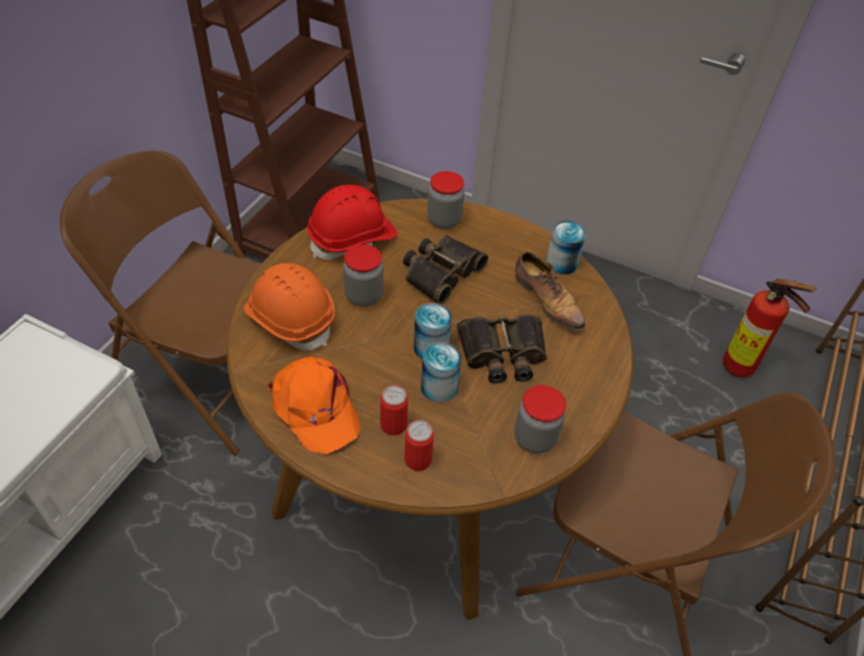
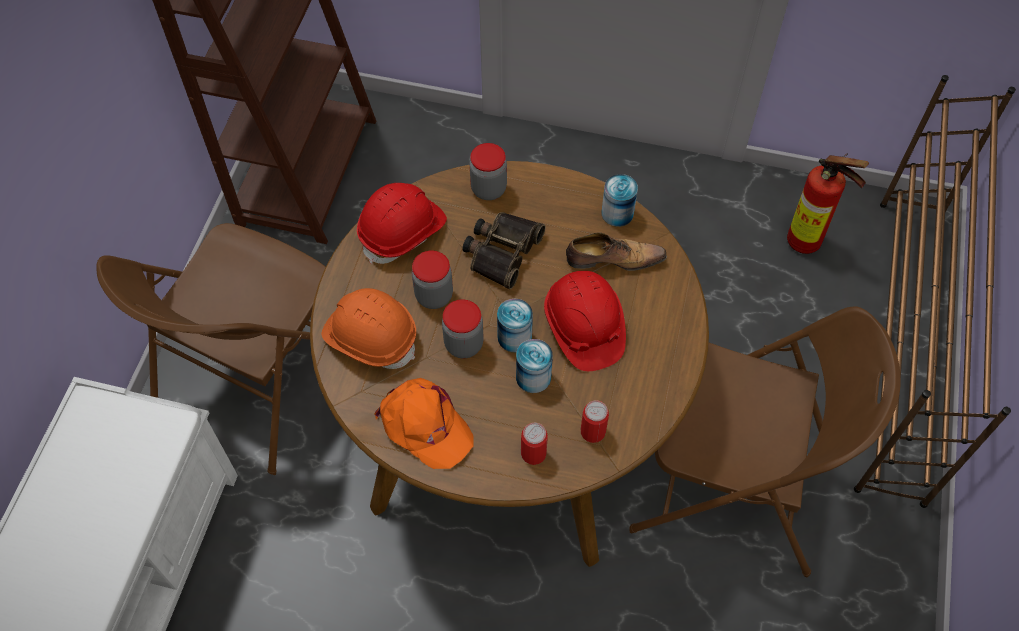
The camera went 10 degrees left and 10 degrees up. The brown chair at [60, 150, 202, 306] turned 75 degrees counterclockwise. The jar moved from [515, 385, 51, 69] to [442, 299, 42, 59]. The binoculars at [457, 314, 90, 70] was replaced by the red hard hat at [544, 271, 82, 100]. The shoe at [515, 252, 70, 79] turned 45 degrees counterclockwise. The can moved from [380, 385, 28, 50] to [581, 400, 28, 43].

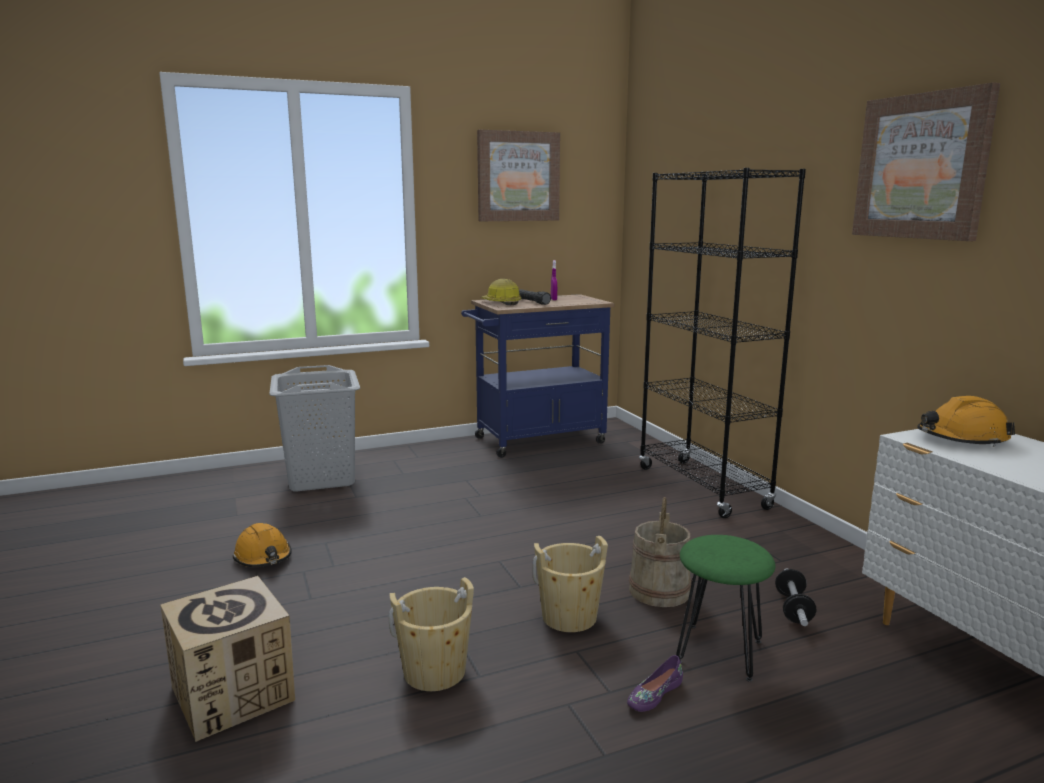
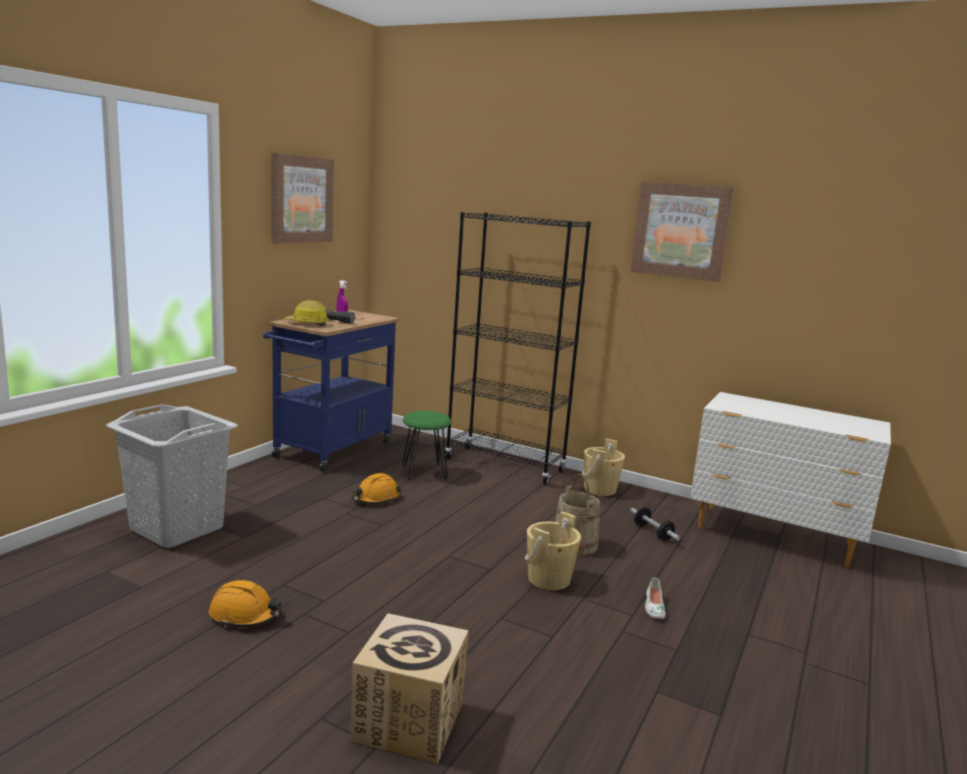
The camera went 40 degrees left and 0 degrees up. The orange hard hat moved from [917, 396, 98, 51] to [352, 473, 49, 31]. The green stool moved from [676, 535, 99, 147] to [402, 411, 49, 70]. The beige bucket moved from [388, 577, 86, 114] to [582, 439, 43, 57]. The purple shoe at [627, 655, 56, 57] became the white shoe at [645, 578, 21, 41].

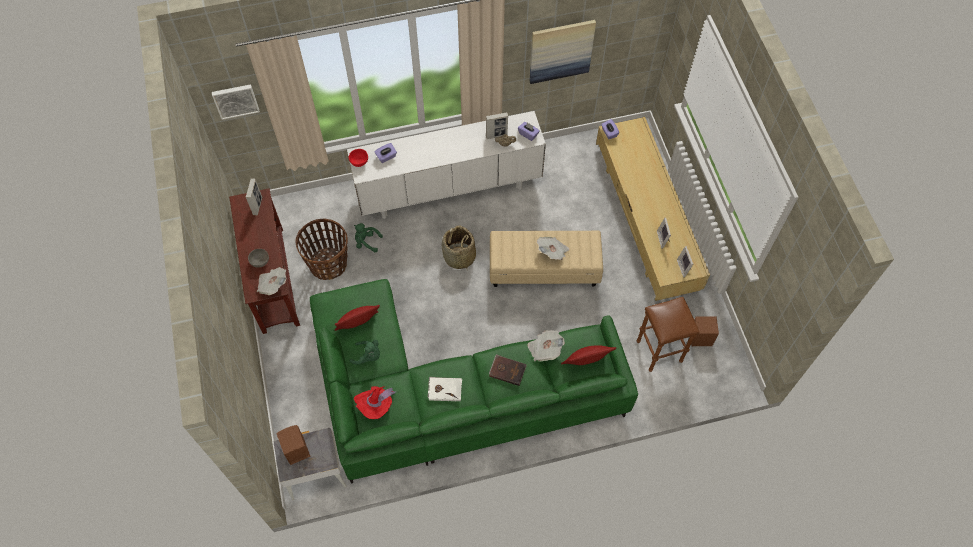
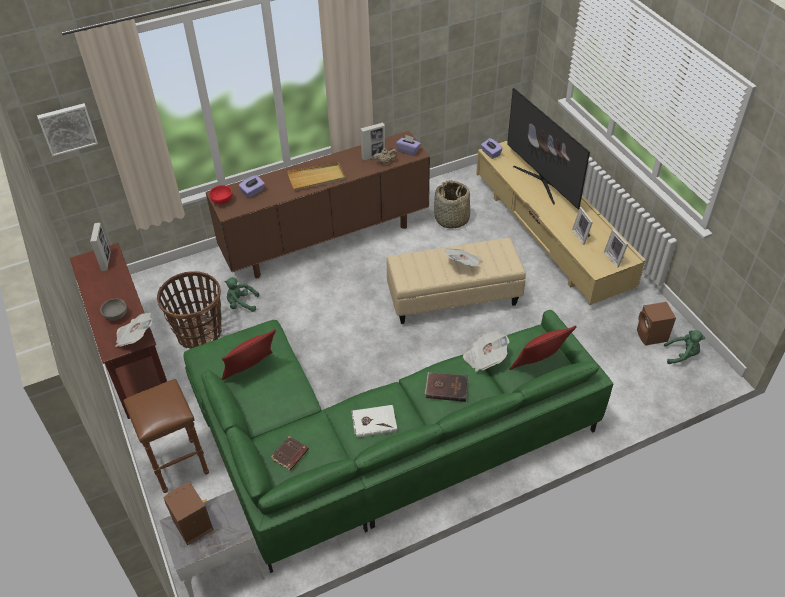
The camera went 10 degrees left and 15 degrees down. The brown stool moved from [637, 297, 63, 75] to [123, 379, 86, 114]. The white cabinet at [347, 111, 199, 108] became the brown cabinet at [206, 131, 224, 147]. The red hat at [354, 386, 42, 33] was replaced by the brown book at [271, 436, 38, 35]. The beige tray at [287, 162, 58, 28] appeared. The basket moved from [442, 226, 34, 45] to [434, 180, 36, 48]. The television at [507, 88, 83, 122] appeared. The green plush toy moved from [350, 340, 30, 25] to [664, 330, 41, 34]. The picture at [529, 20, 67, 64] disappeared.

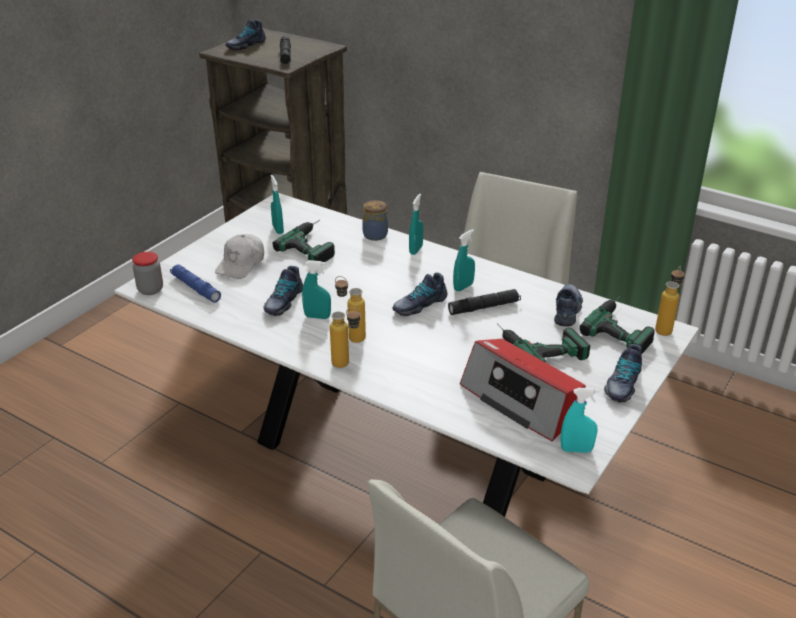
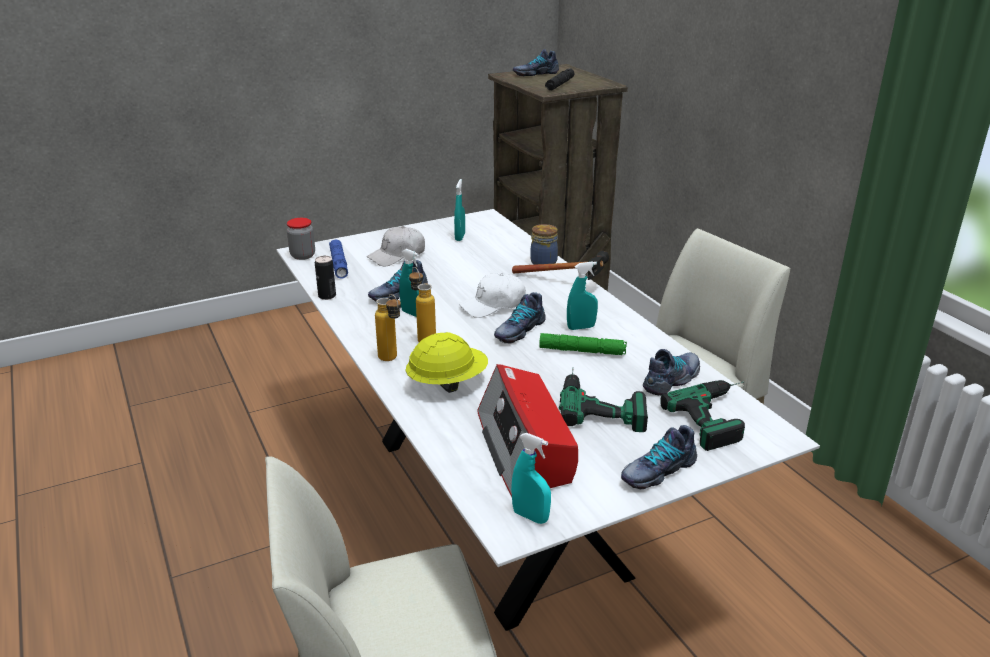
The camera went 30 degrees right and 5 degrees down. The can at [315, 256, 21, 44] appeared. The yellow hard hat at [405, 332, 83, 61] appeared. The white cap at [459, 273, 67, 45] appeared. The shoe at [392, 273, 56, 43] turned 45 degrees counterclockwise. The turquoise spray bottle at [409, 194, 14, 61] was replaced by the hammer at [512, 251, 97, 29]. The black flashlight at [448, 289, 73, 26] became the green flashlight at [539, 333, 88, 22]. The power drill at [273, 220, 62, 42] disappeared. The bottle at [655, 266, 30, 70] disappeared.

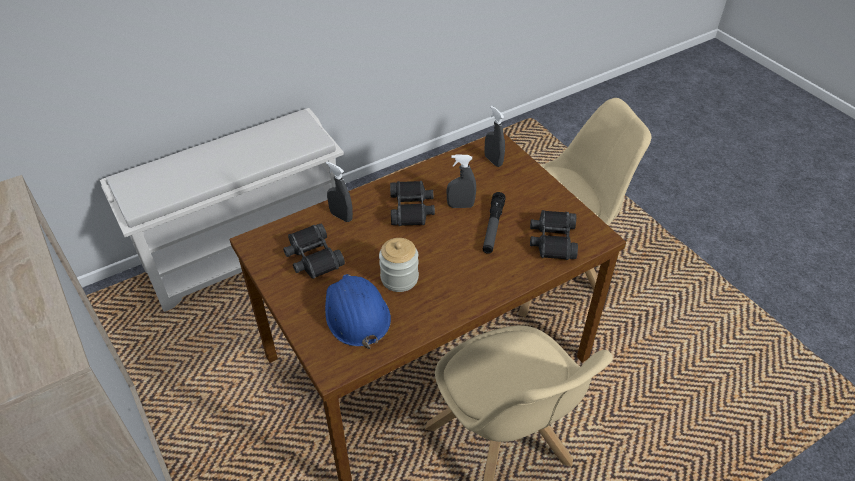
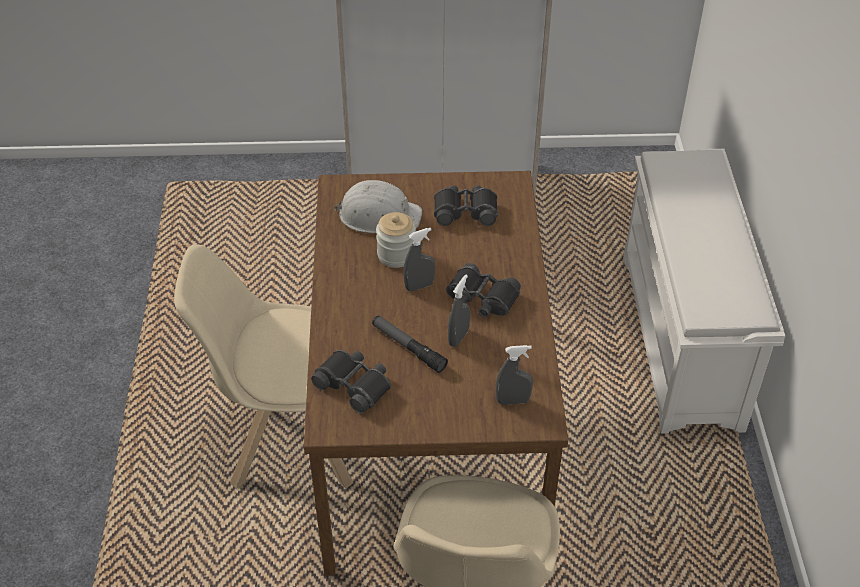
The camera went 120 degrees right and 0 degrees up. The blue hard hat at [325, 274, 66, 75] became the white hard hat at [334, 180, 88, 53]. The grey spray bottle moved from [326, 161, 27, 61] to [403, 228, 32, 63].

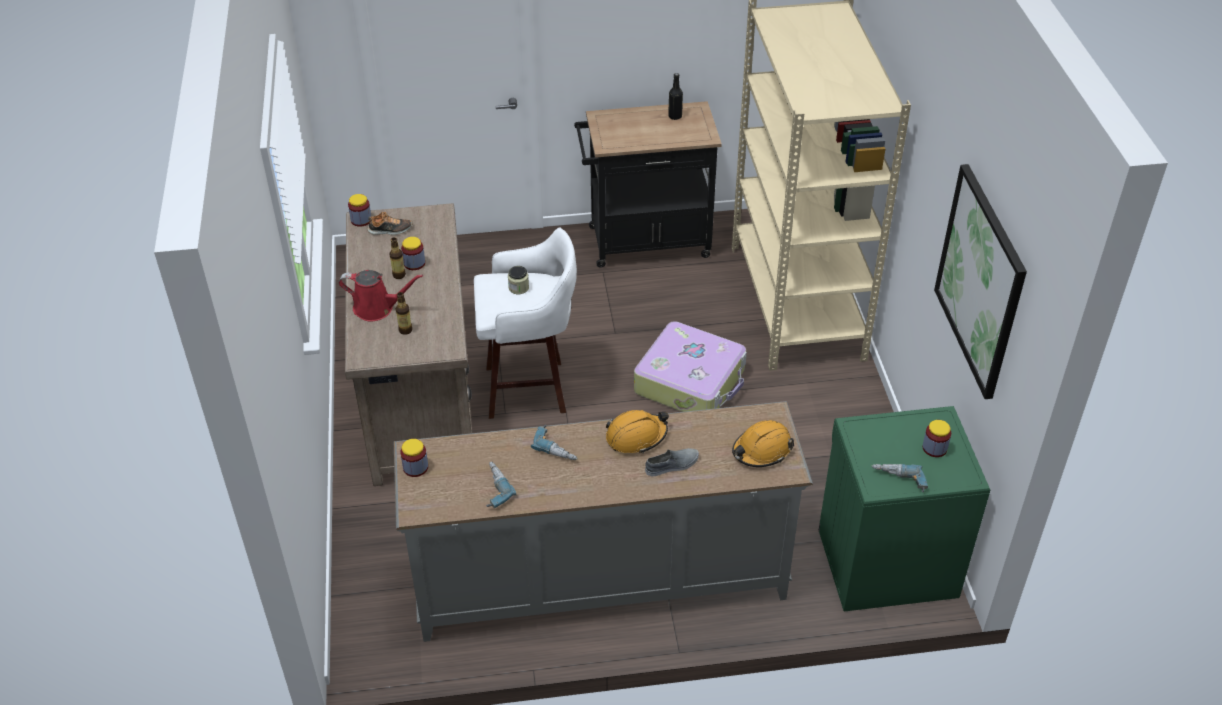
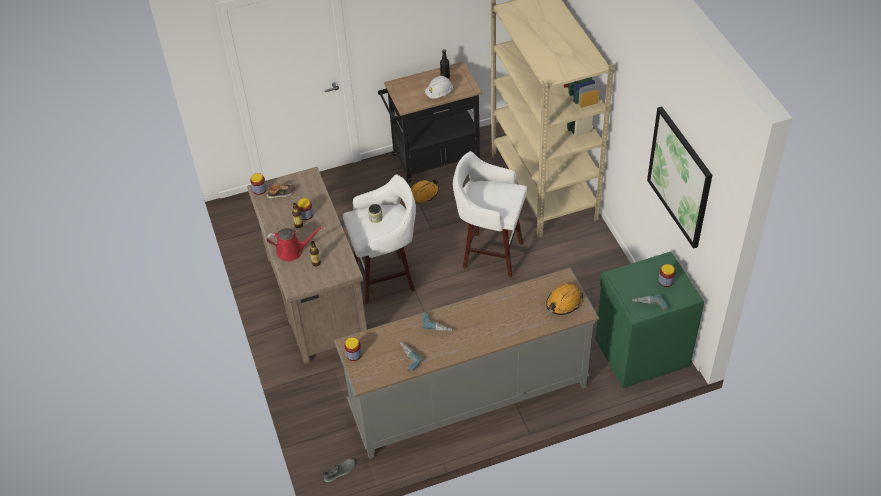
The camera went 10 degrees left and 5 degrees up. The grey shoe moved from [645, 448, 54, 28] to [323, 459, 32, 23]. The orange hard hat moved from [606, 410, 63, 43] to [410, 179, 29, 24]. The white hard hat at [425, 76, 28, 23] appeared. The suitcase at [634, 321, 113, 91] was replaced by the white stool at [453, 151, 74, 127].

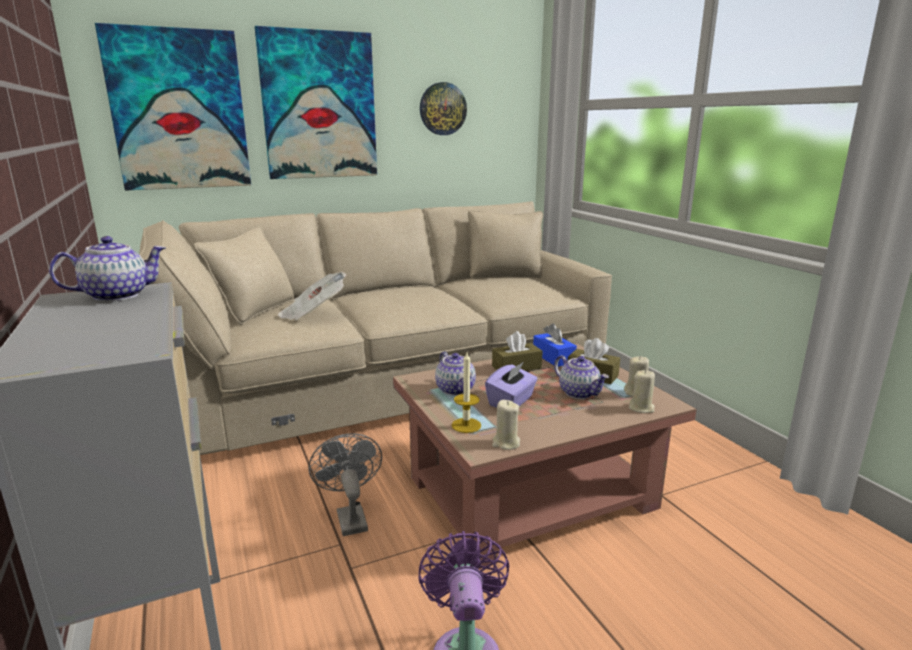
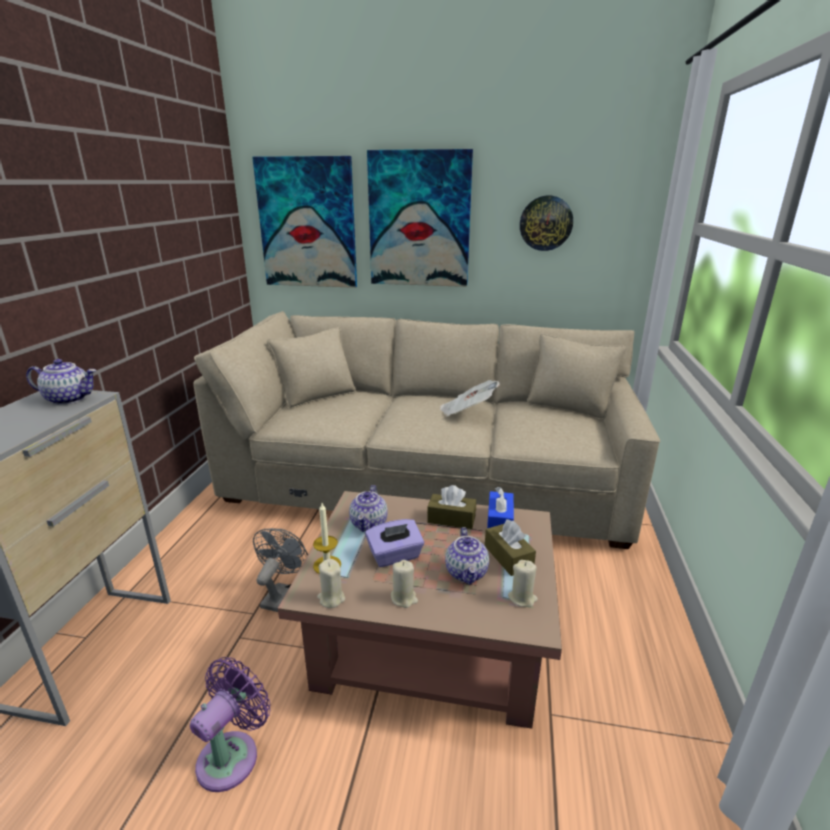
The camera went 35 degrees right and 5 degrees up. The beige candle moved from [629, 370, 26, 43] to [391, 560, 27, 48]. The newspaper moved from [278, 272, 69, 48] to [440, 380, 60, 37].

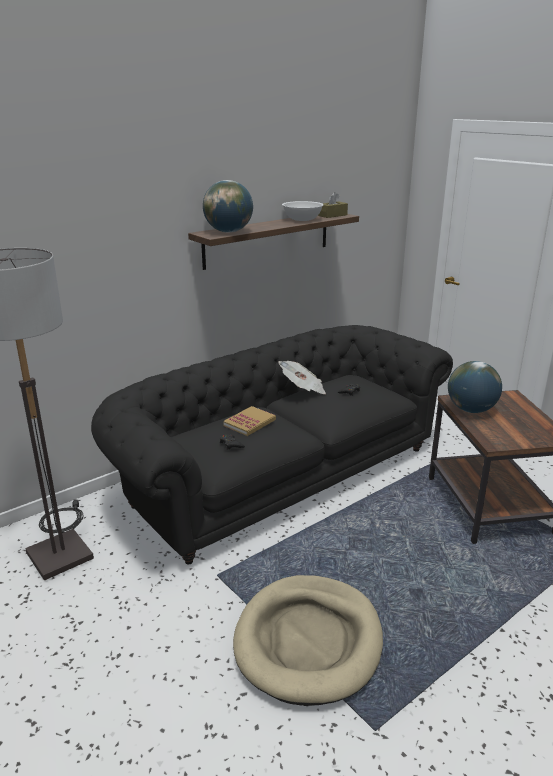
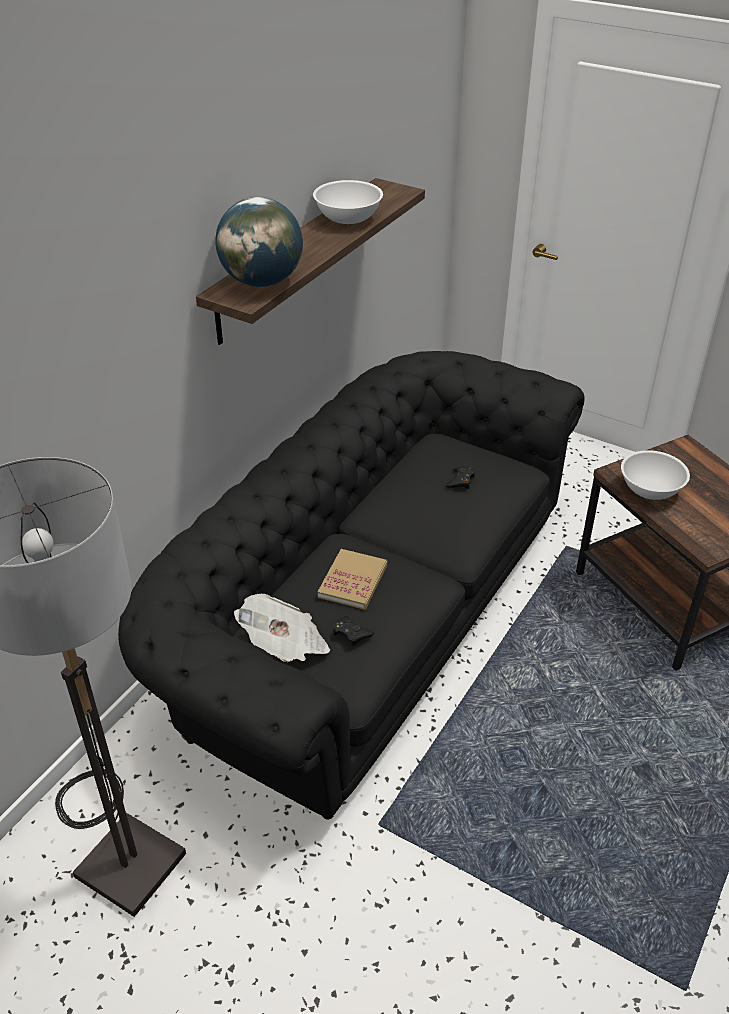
The camera went 20 degrees left and 15 degrees up. The newspaper moved from [278, 361, 48, 33] to [234, 593, 96, 69]. The globe at [448, 361, 54, 52] was replaced by the white bowl at [621, 450, 69, 50]. The beige dog bed at [233, 575, 150, 131] disappeared. The brown tissue box at [318, 192, 30, 26] disappeared.

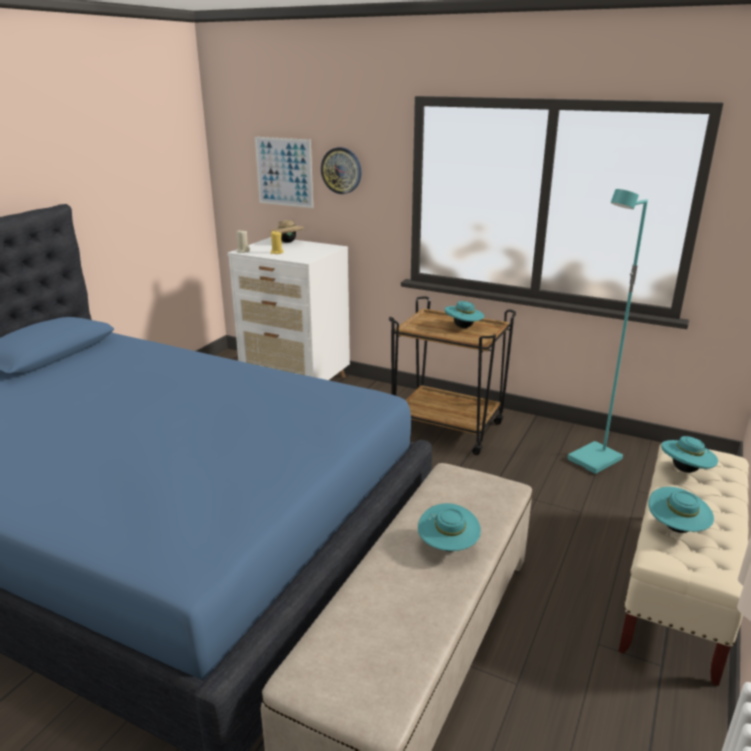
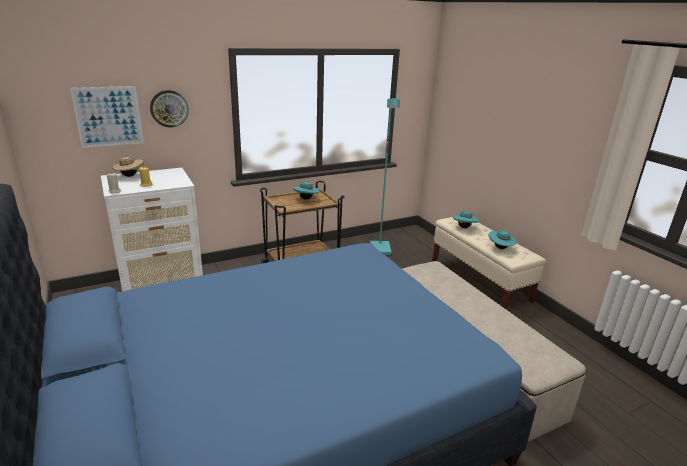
The camera went 55 degrees left and 0 degrees up. The turquoise hat at [418, 503, 63, 49] disappeared.

